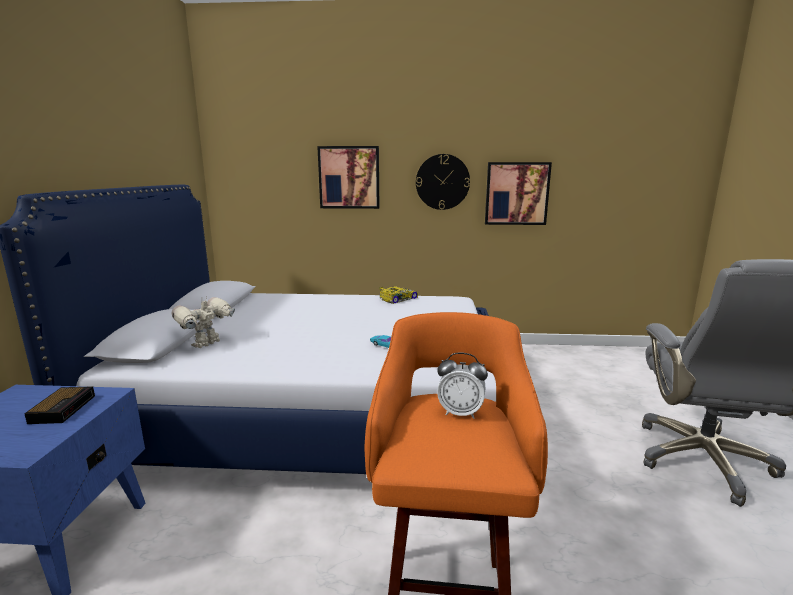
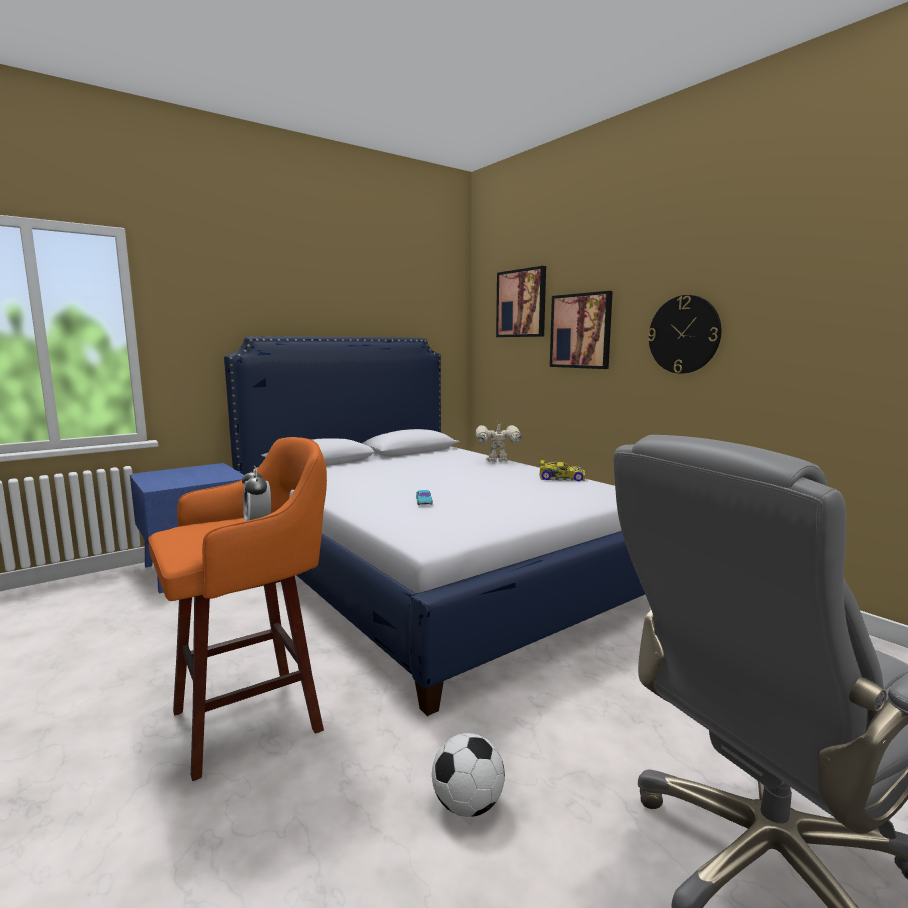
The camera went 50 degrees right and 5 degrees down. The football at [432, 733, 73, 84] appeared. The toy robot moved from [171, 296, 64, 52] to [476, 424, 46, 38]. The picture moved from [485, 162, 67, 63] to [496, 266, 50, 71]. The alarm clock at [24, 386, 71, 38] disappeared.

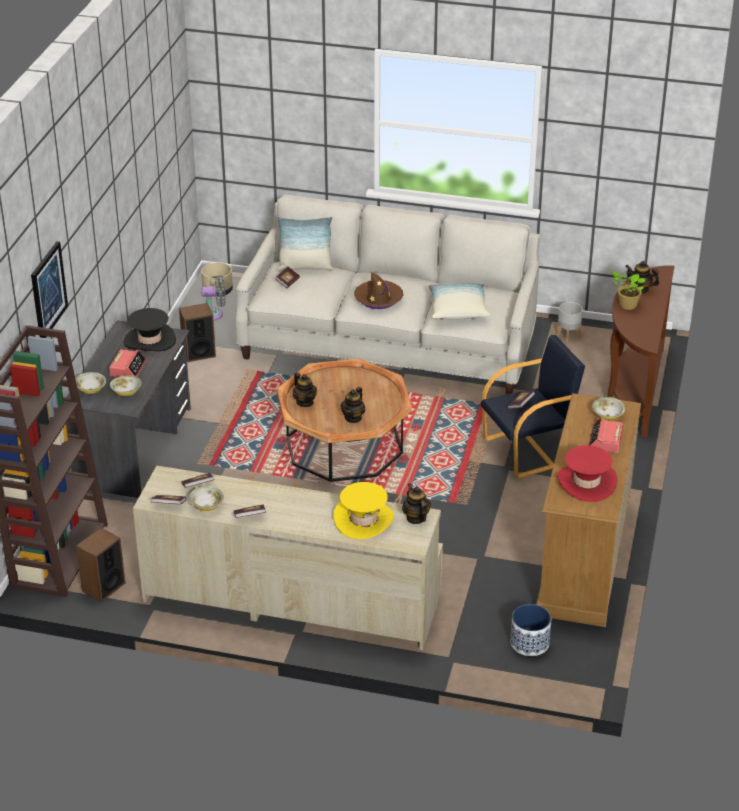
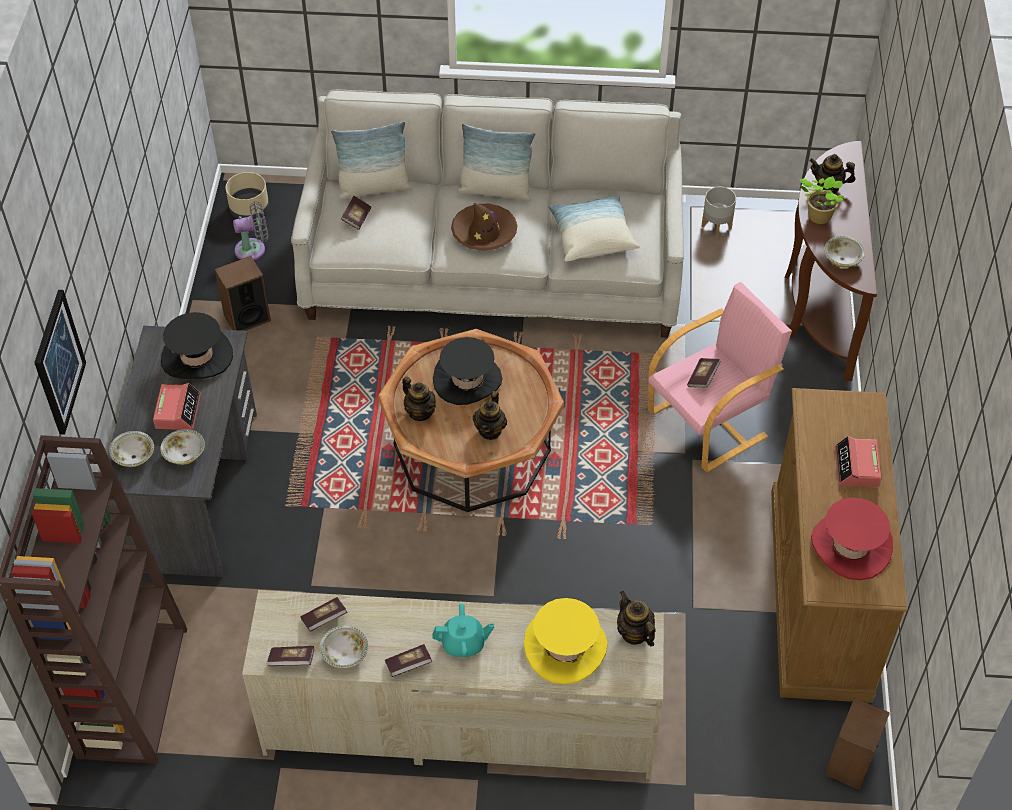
The camera went 10 degrees left and 15 degrees up. The black hat at [433, 337, 69, 68] appeared. The turquoise teapot at [433, 604, 61, 53] appeared. The pillow at [457, 124, 78, 77] appeared. The black armchair at [481, 335, 104, 144] became the pink armchair at [648, 282, 144, 190]. The bowl moved from [592, 397, 33, 24] to [824, 236, 41, 32]. The speaker moved from [76, 527, 49, 75] to [825, 698, 65, 92]. The planter at [510, 604, 41, 52] disappeared.

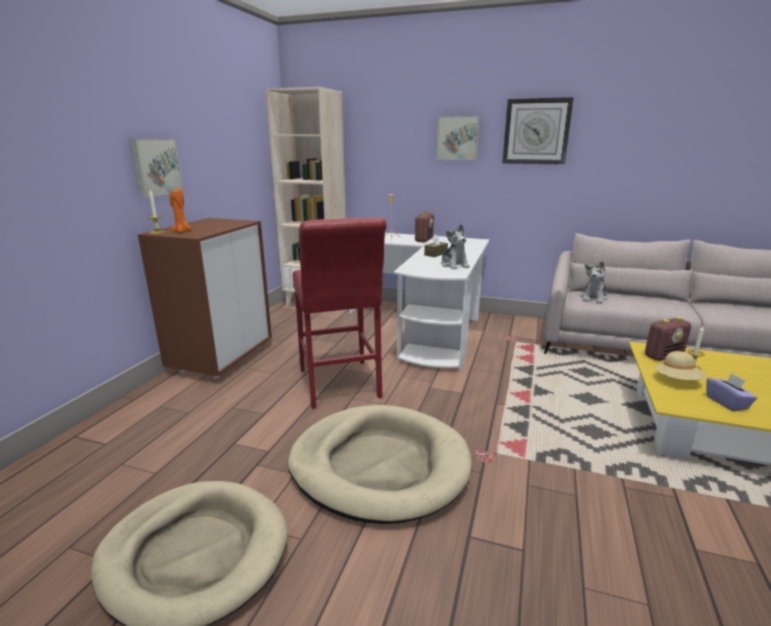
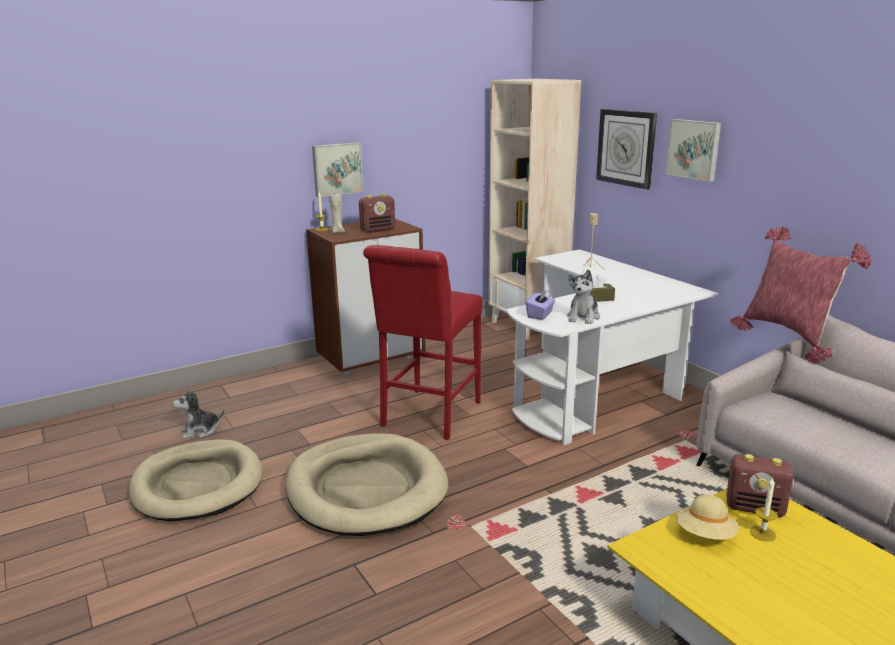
The camera went 40 degrees right and 0 degrees up. The plush toy moved from [581, 261, 27, 42] to [173, 388, 52, 51]. The orange candle at [169, 189, 23, 44] became the beige candle at [329, 193, 16, 40]. The radio moved from [414, 211, 20, 32] to [359, 193, 36, 40]. The purple tissue box moved from [706, 373, 51, 39] to [526, 290, 29, 30]. The wall clock moved from [502, 97, 72, 68] to [596, 109, 61, 81]. The red pillow at [730, 227, 142, 137] appeared.

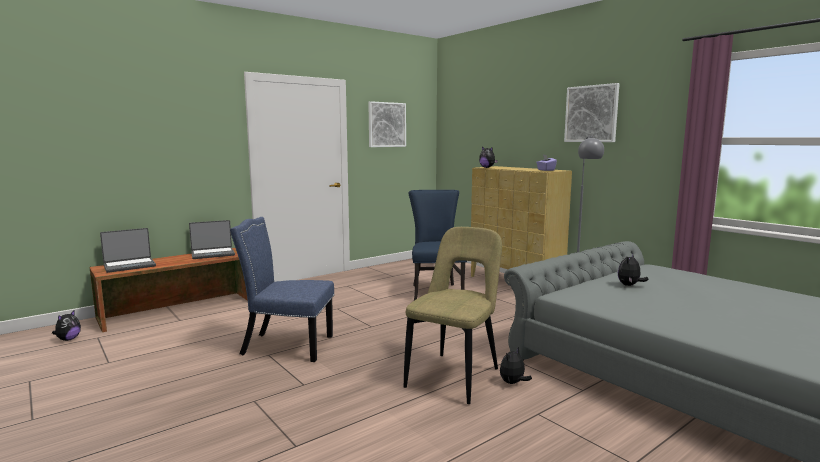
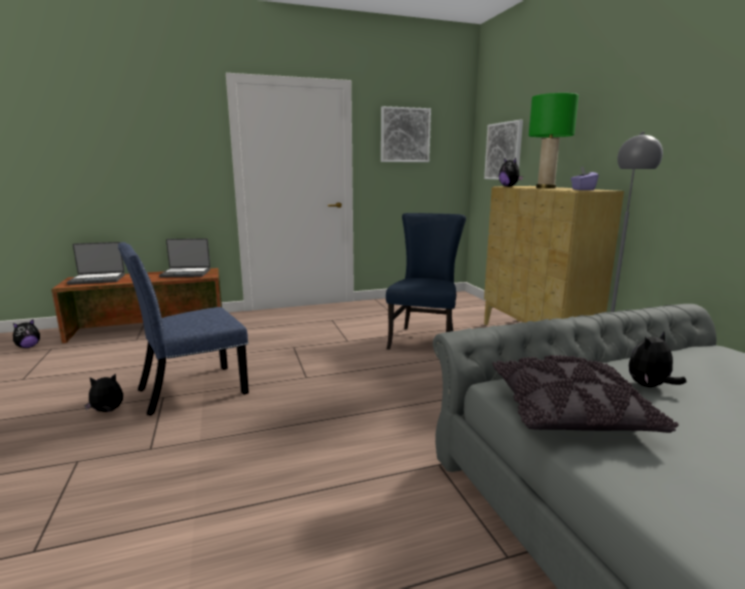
The camera went 20 degrees right and 5 degrees up. The plush toy moved from [500, 347, 32, 37] to [84, 373, 39, 39]. The blue chair at [230, 217, 104, 145] turned 60 degrees counterclockwise. The picture moved from [564, 83, 56, 59] to [484, 120, 39, 60]. The black pillow at [492, 355, 186, 78] appeared. The green table lamp at [529, 93, 50, 96] appeared. The beige chair at [404, 227, 98, 177] disappeared.

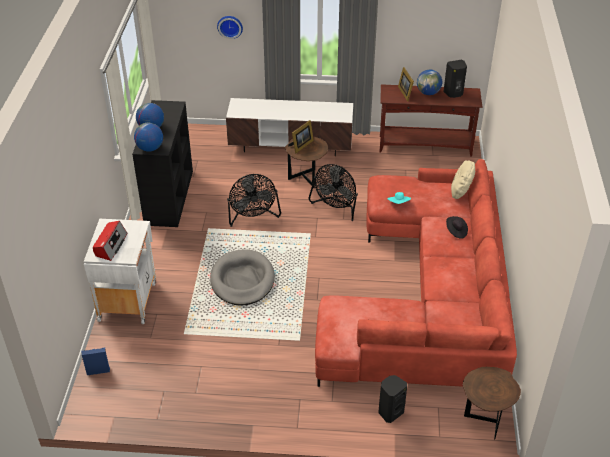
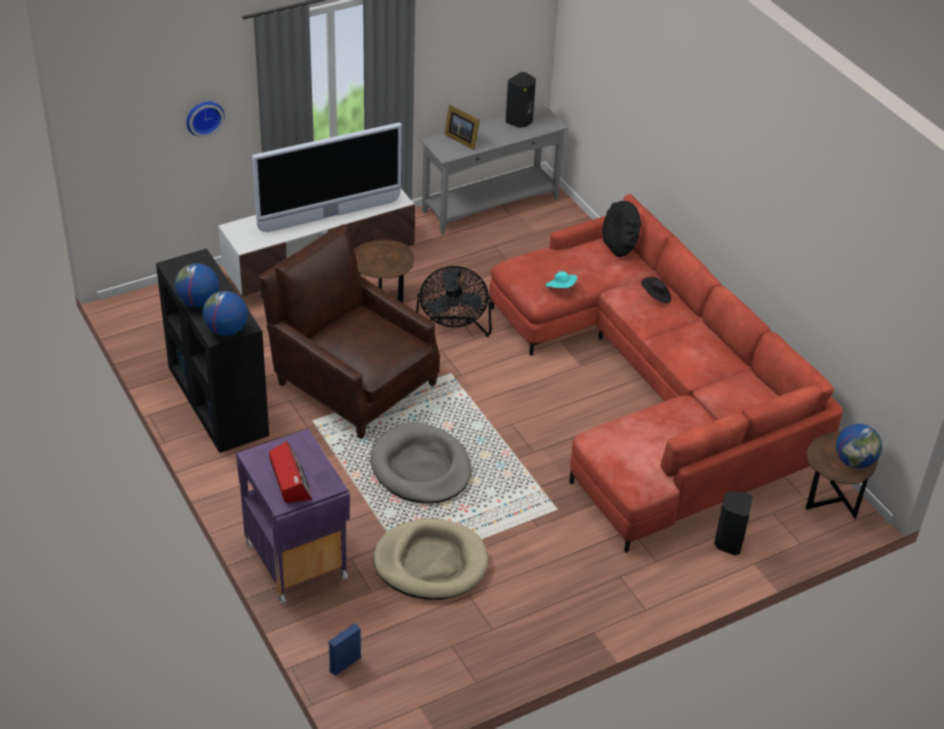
The camera went 35 degrees left and 0 degrees up. The white cart at [84, 219, 73, 105] became the purple cart at [236, 429, 114, 175]. The television at [252, 122, 150, 110] appeared. The black fan at [227, 173, 54, 54] was replaced by the brown armchair at [259, 224, 181, 215]. The beige dog bed at [373, 518, 115, 82] appeared. The brown console table at [380, 84, 102, 73] became the grey console table at [420, 104, 148, 131]. The beige pillow at [451, 160, 24, 39] became the black pillow at [602, 201, 39, 56]. The globe moved from [417, 70, 25, 25] to [836, 424, 46, 44]. The picture frame at [288, 120, 26, 33] disappeared.

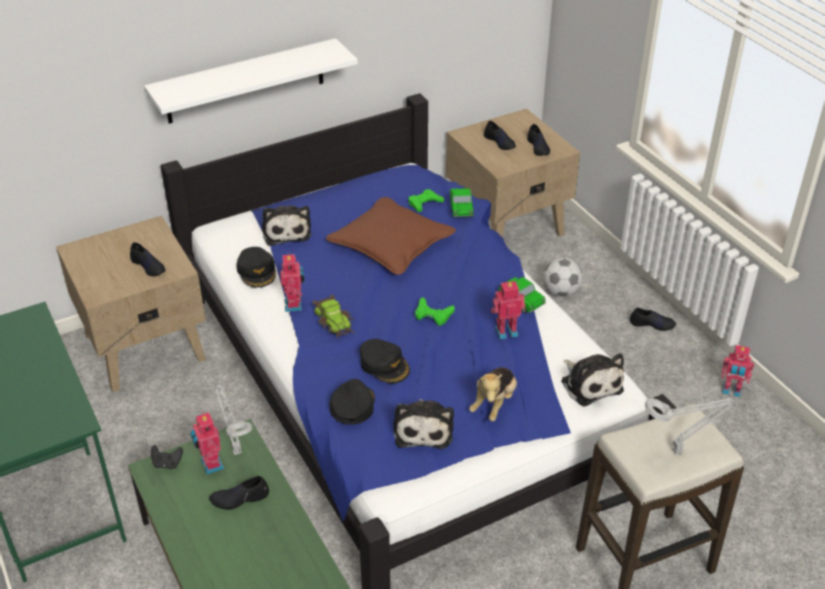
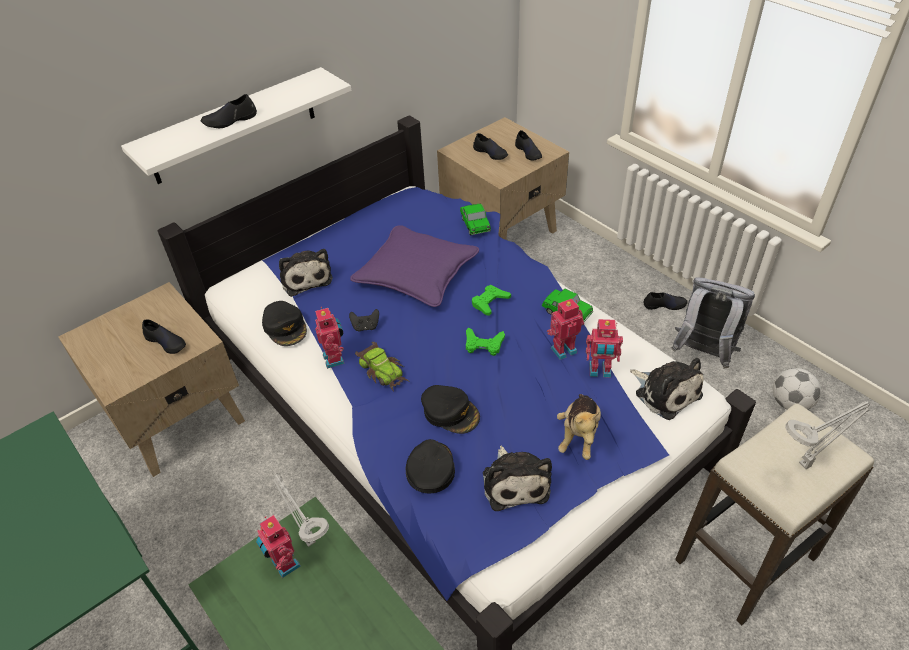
The camera went 10 degrees left and 5 degrees up. The black shoe moved from [209, 476, 60, 34] to [201, 94, 56, 34]. The black game controller moved from [151, 445, 32, 24] to [349, 309, 30, 22]. The brown pillow at [326, 197, 130, 78] became the purple pillow at [350, 225, 129, 82]. The green game controller moved from [409, 189, 35, 23] to [472, 285, 39, 31]. The toy robot moved from [722, 345, 32, 52] to [586, 319, 37, 59]. The grey backpack at [672, 277, 83, 91] appeared. The football moved from [544, 258, 39, 39] to [773, 368, 48, 42].

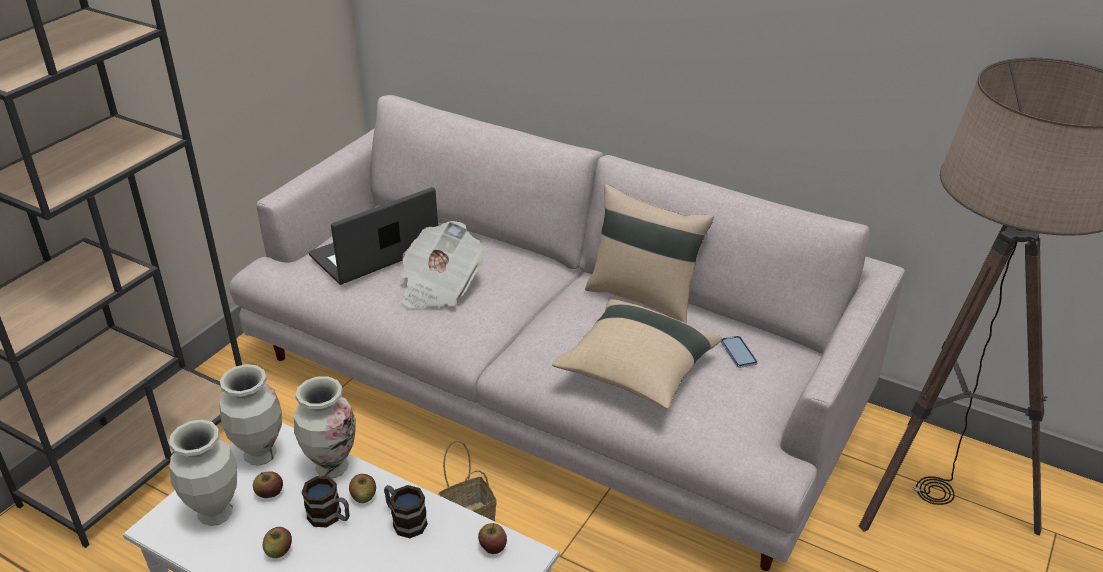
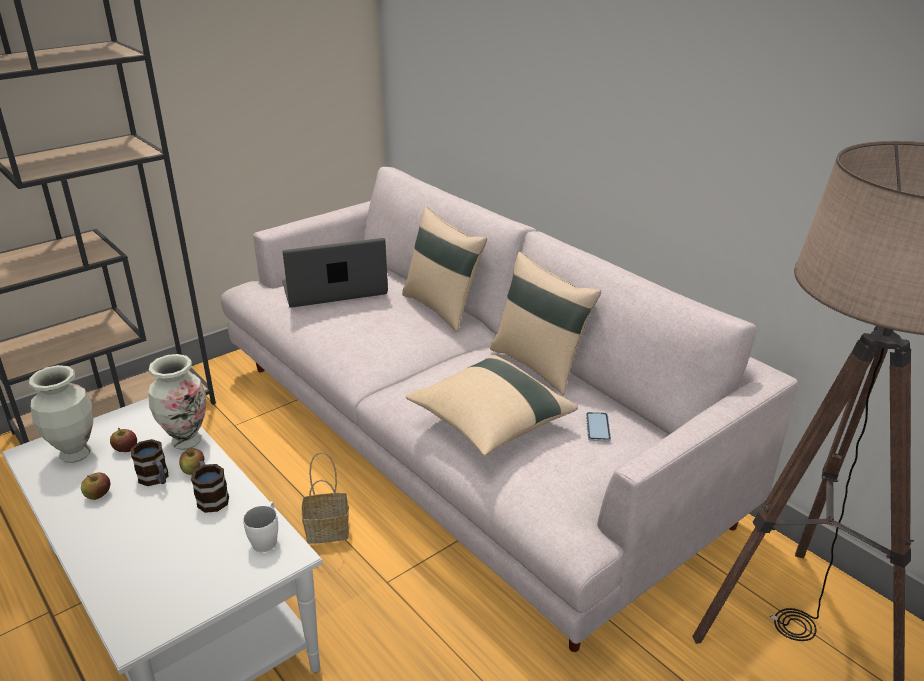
The camera went 20 degrees right and 5 degrees down. The apple at [478, 523, 29, 31] was replaced by the white mug at [243, 501, 35, 51]. The beige pillow at [402, 207, 85, 125] appeared. The vase at [219, 364, 63, 102] disappeared. The newspaper at [400, 221, 84, 87] disappeared.

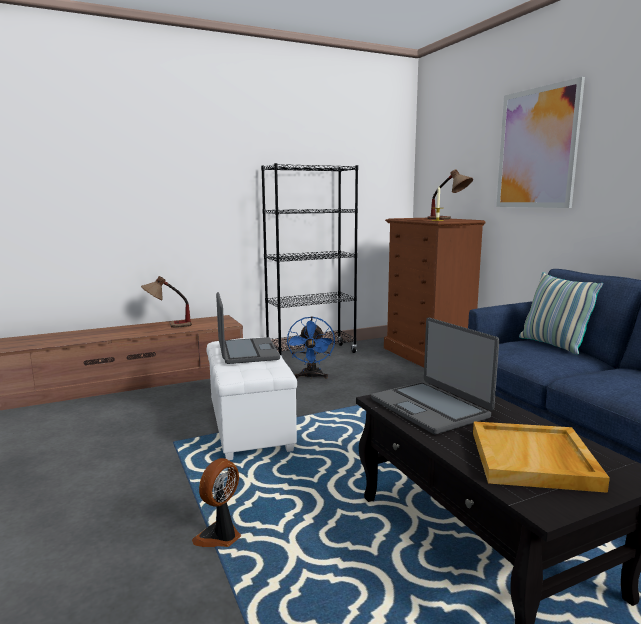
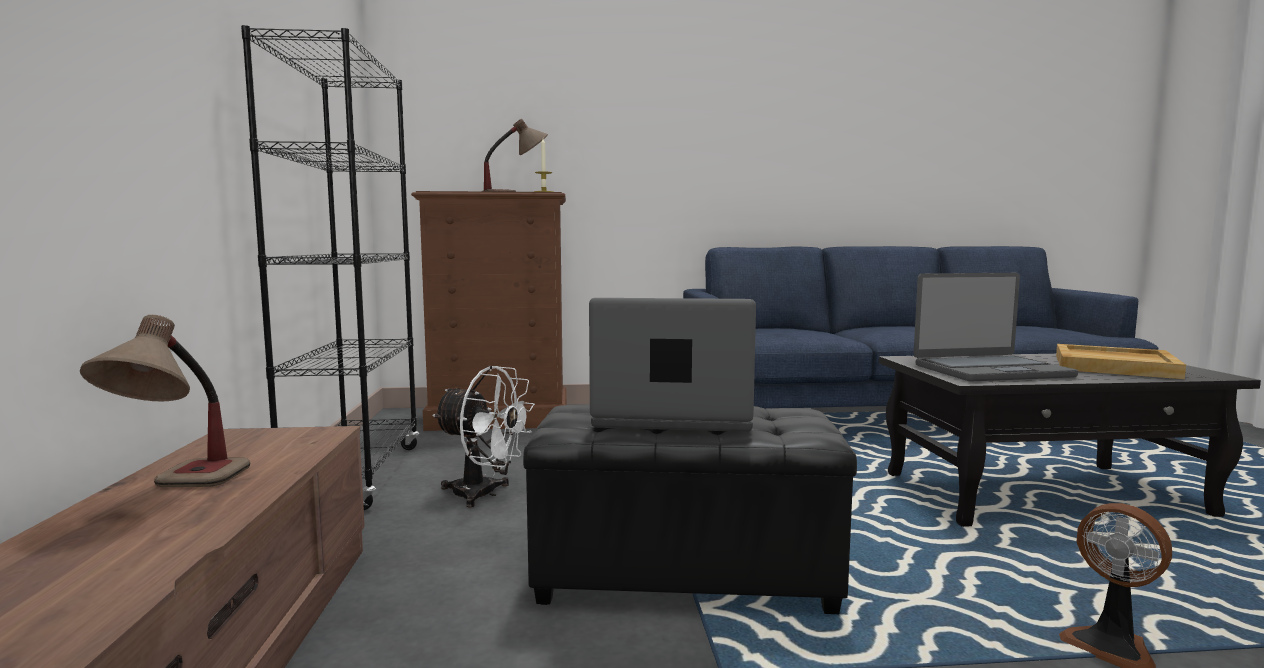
The camera went 70 degrees left and 5 degrees down. The blue fan at [286, 316, 49, 63] became the white fan at [432, 366, 103, 142]. The white ottoman at [206, 337, 91, 123] became the black ottoman at [523, 405, 334, 209]. The picture at [496, 77, 89, 131] disappeared. The pillow at [519, 272, 84, 83] disappeared.

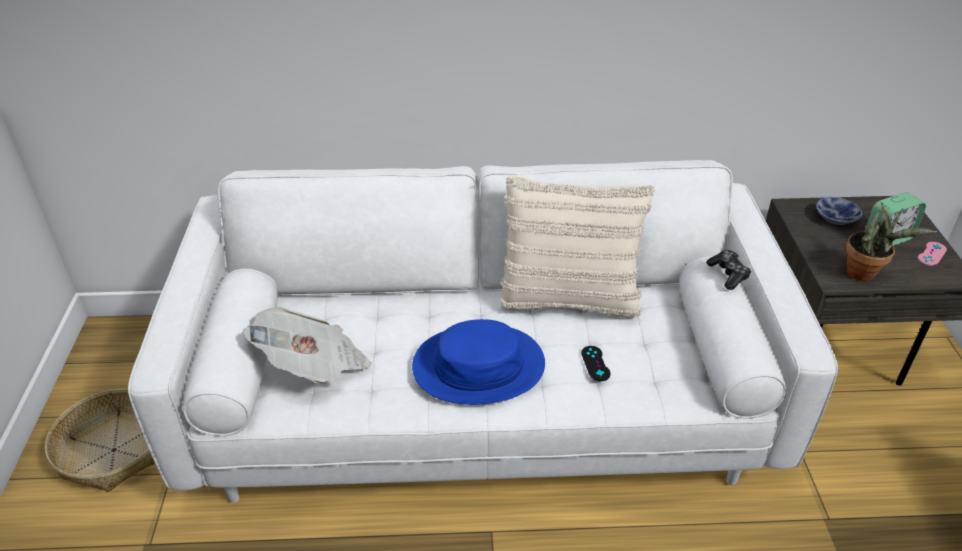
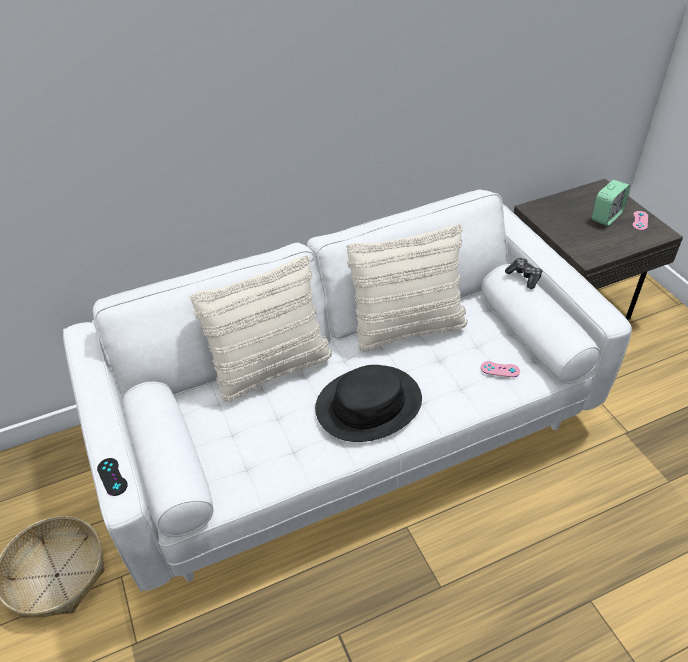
The camera went 20 degrees left and 5 degrees up. The black game controller moved from [581, 346, 30, 35] to [97, 458, 31, 38]. The beige pillow at [189, 255, 143, 147] appeared. The blue hat at [412, 319, 133, 86] became the black hat at [315, 365, 107, 77]. The pink game controller at [481, 361, 39, 16] appeared. The newspaper at [243, 307, 129, 76] disappeared. The bowl at [816, 197, 46, 28] disappeared. The potted plant at [846, 203, 91, 78] disappeared.

